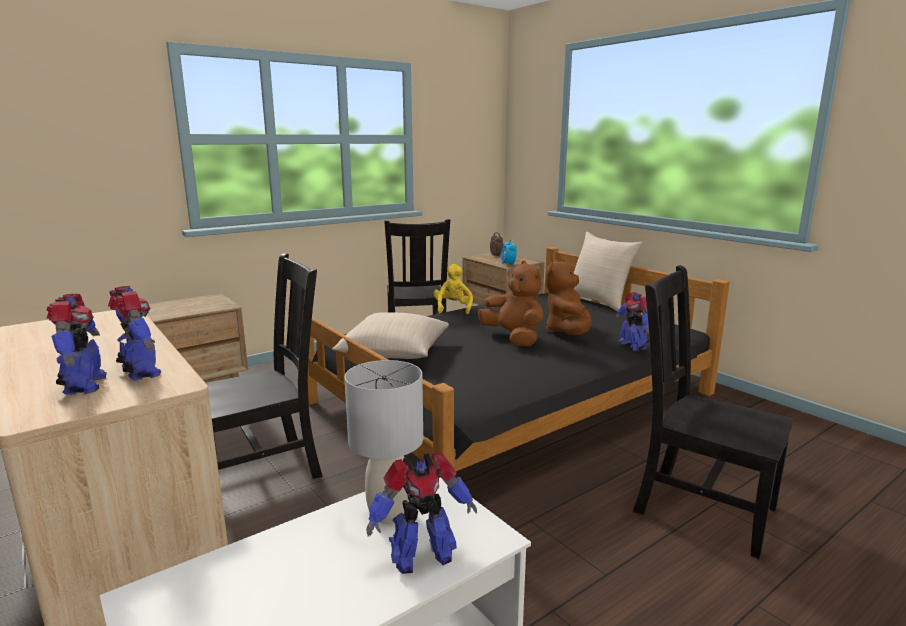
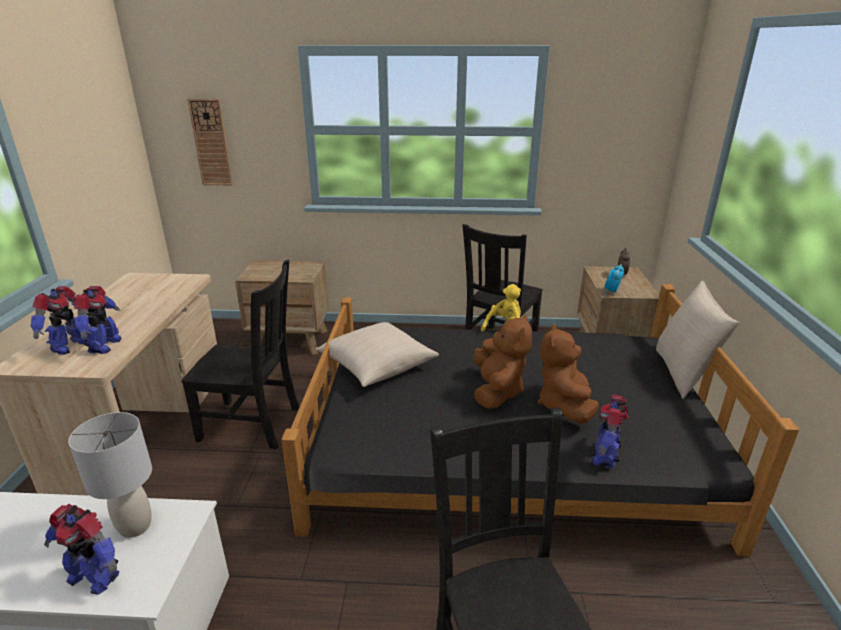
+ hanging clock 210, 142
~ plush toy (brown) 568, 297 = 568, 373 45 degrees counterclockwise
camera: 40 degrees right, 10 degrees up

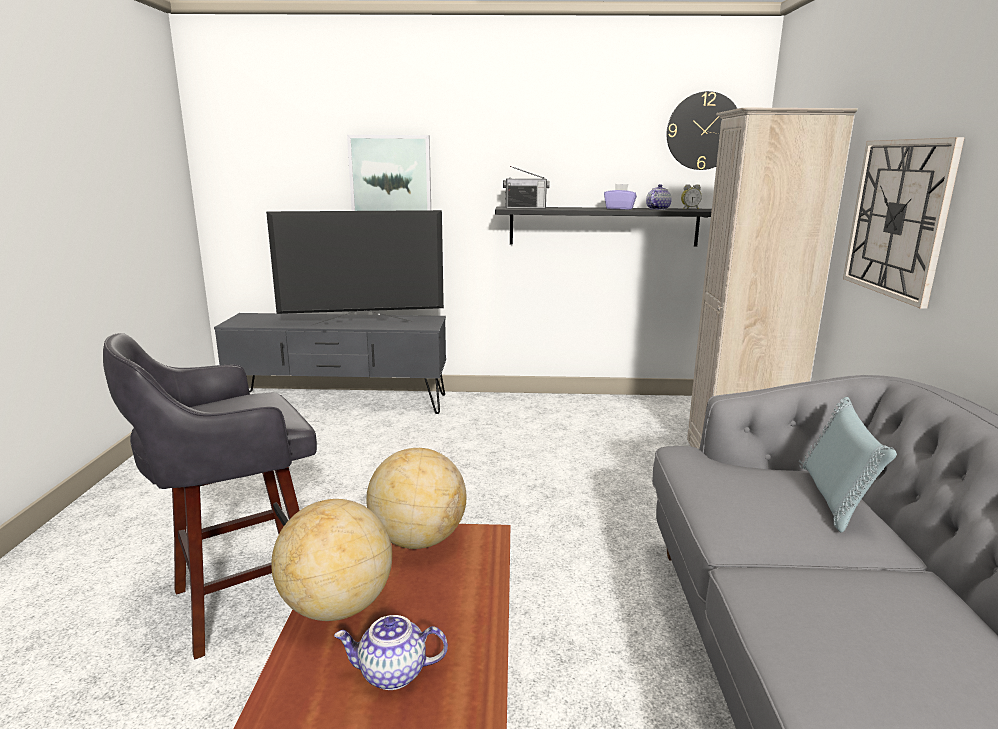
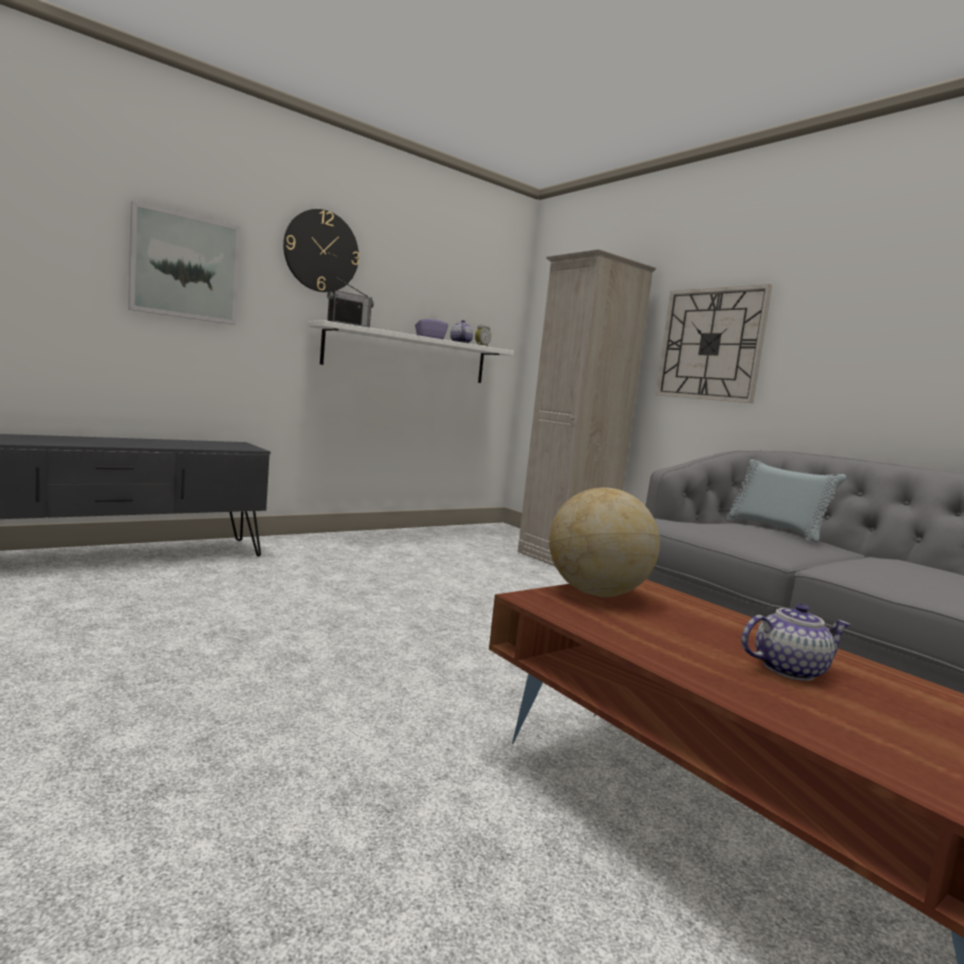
- stool seat (greyish) 210, 496
- TV 355, 267
- globe 331, 560
~ hanging clock 702, 130 to 321, 250
~ wall shelf (black) 603, 226 to wall shelf (white-coloured) 411, 351
~ tea pot 391, 652 = 796, 642 150 degrees counterclockwise
camera: 40 degrees left, 10 degrees down

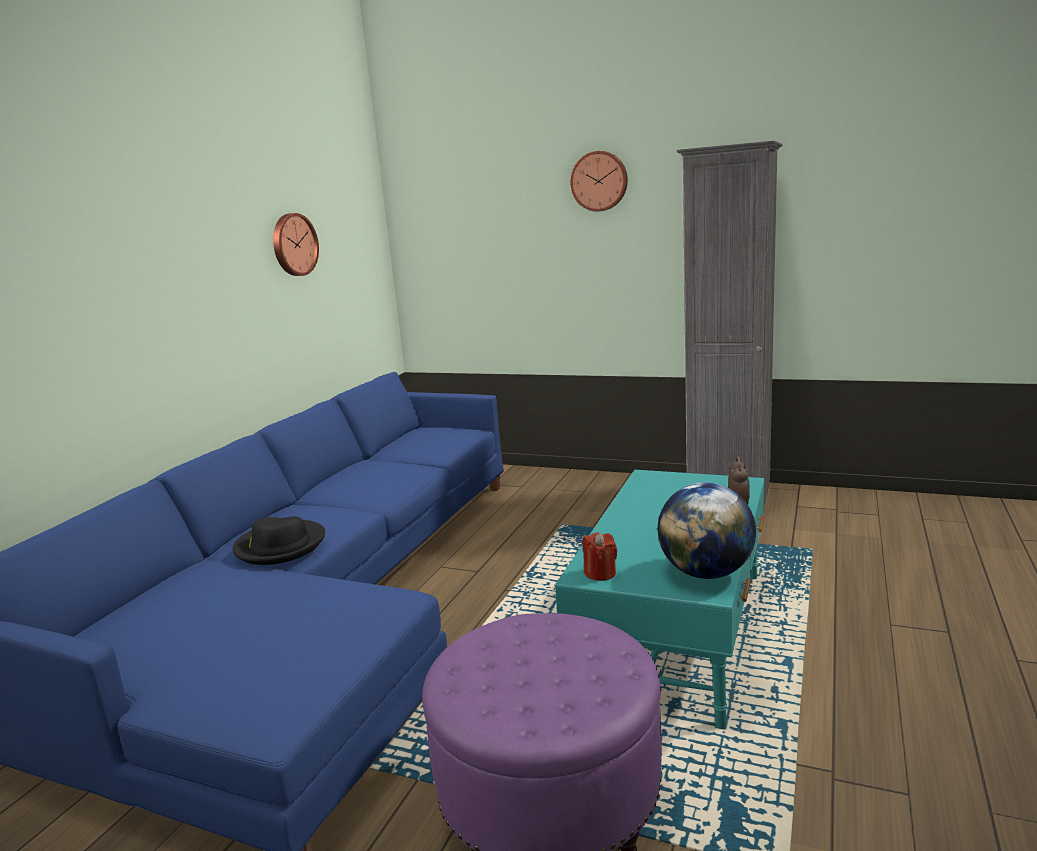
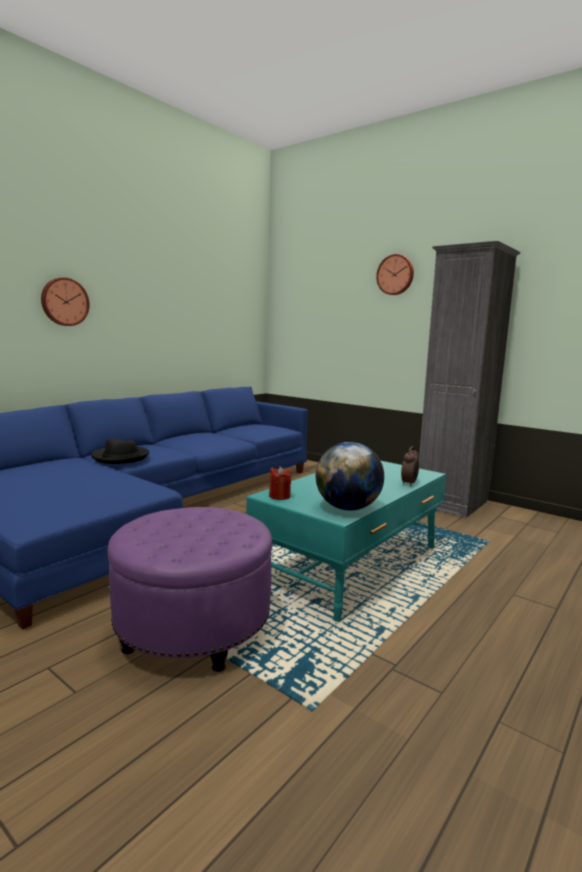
~ hanging clock 296, 244 to 65, 301
camera: 15 degrees right, 5 degrees down

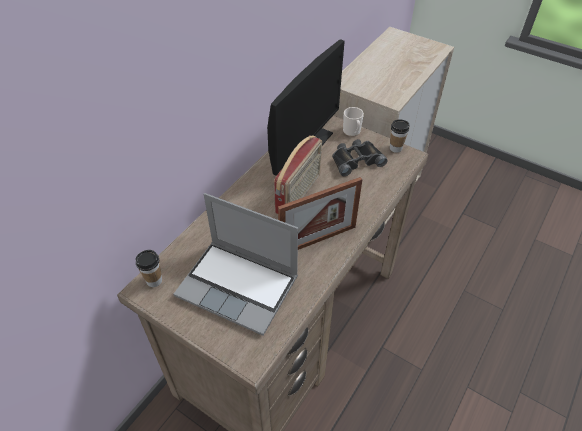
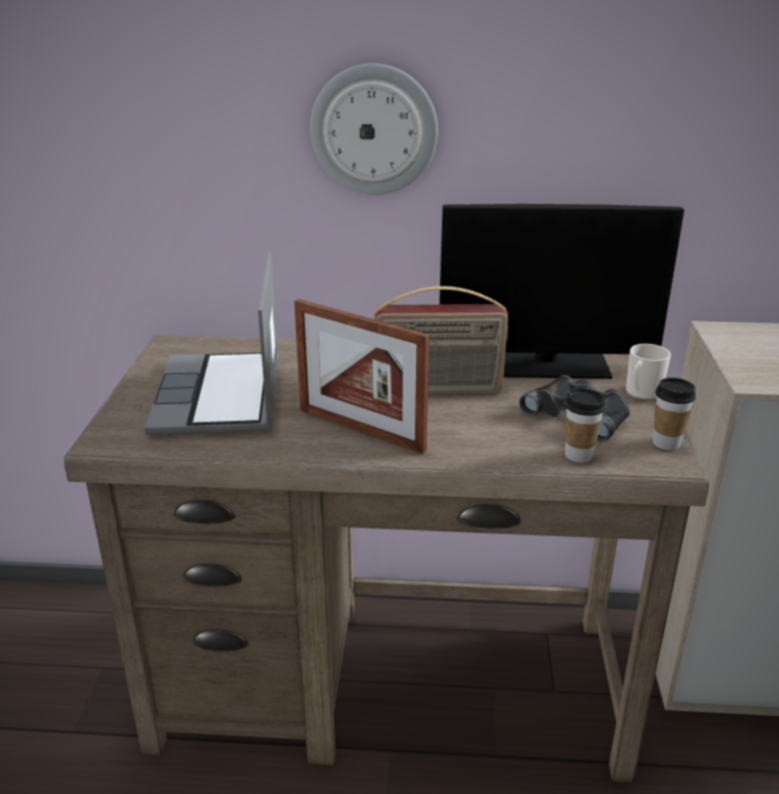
+ hanging clock 374, 129
~ cup 149, 268 to 585, 425
camera: 60 degrees right, 20 degrees down

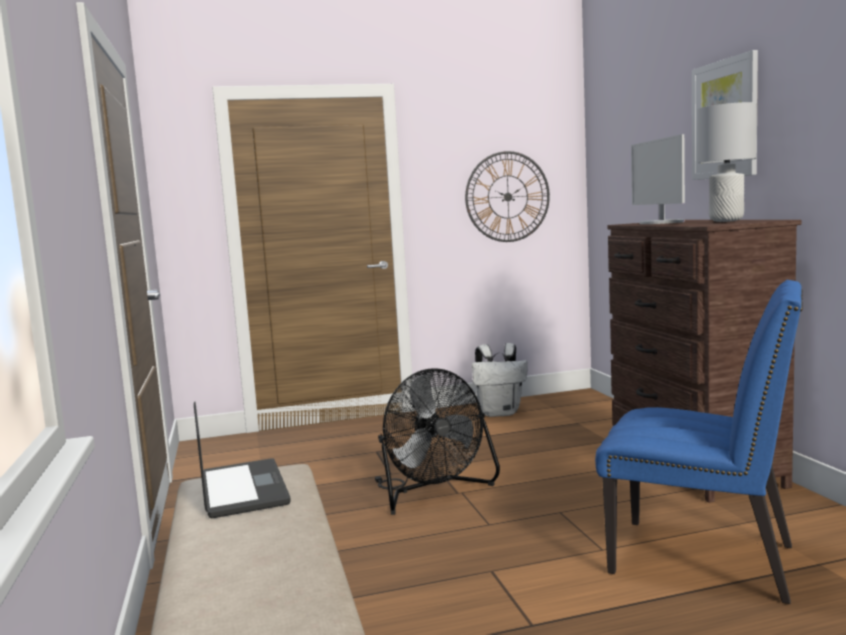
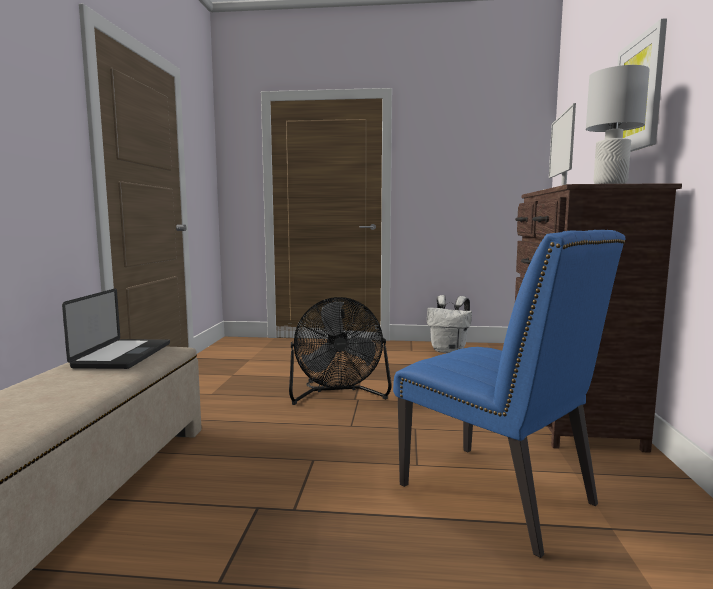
- hanging clock 507, 196
camera: 20 degrees right, 0 degrees up

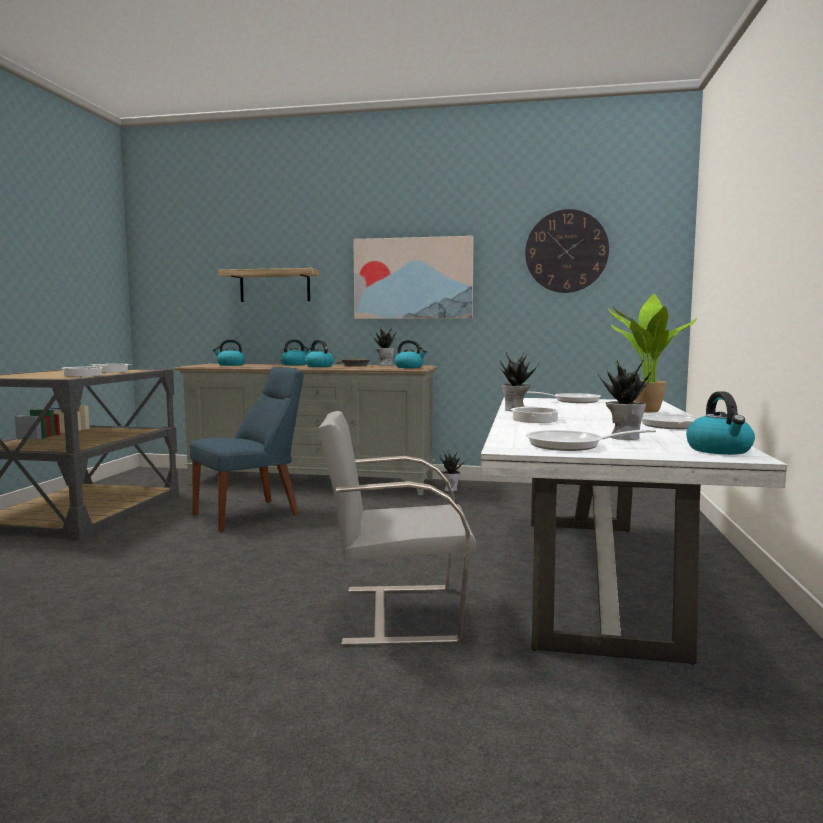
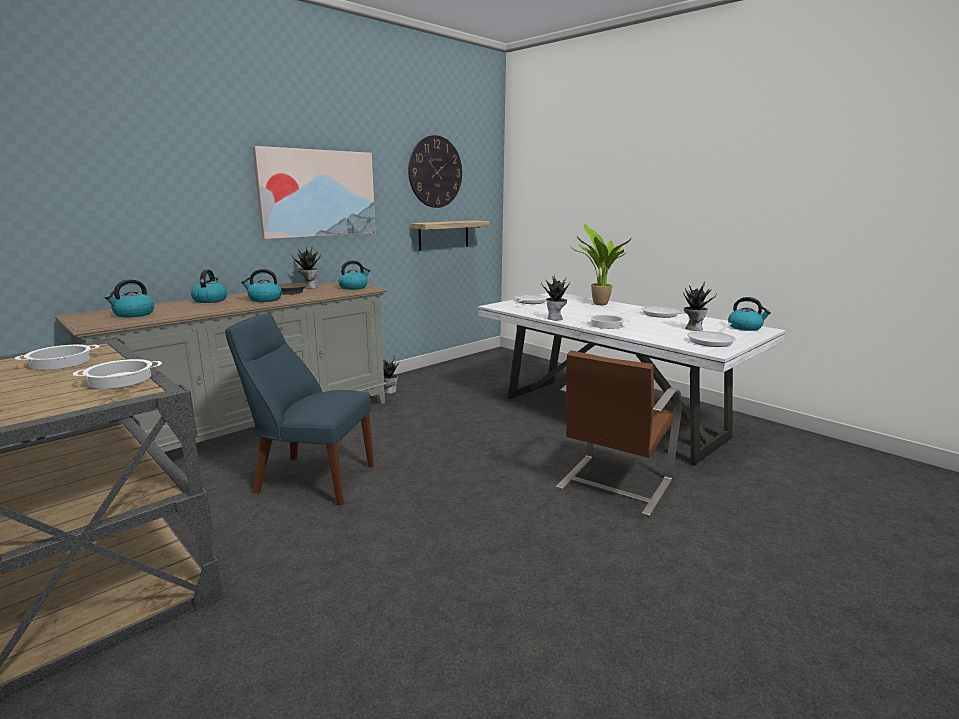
~ wall shelf 269, 285 to 450, 235
~ chair (greyish) 397, 528 to chair (brown) 619, 433
~ chair (blue) 246, 449 = 299, 409 75 degrees counterclockwise
camera: 55 degrees left, 10 degrees up

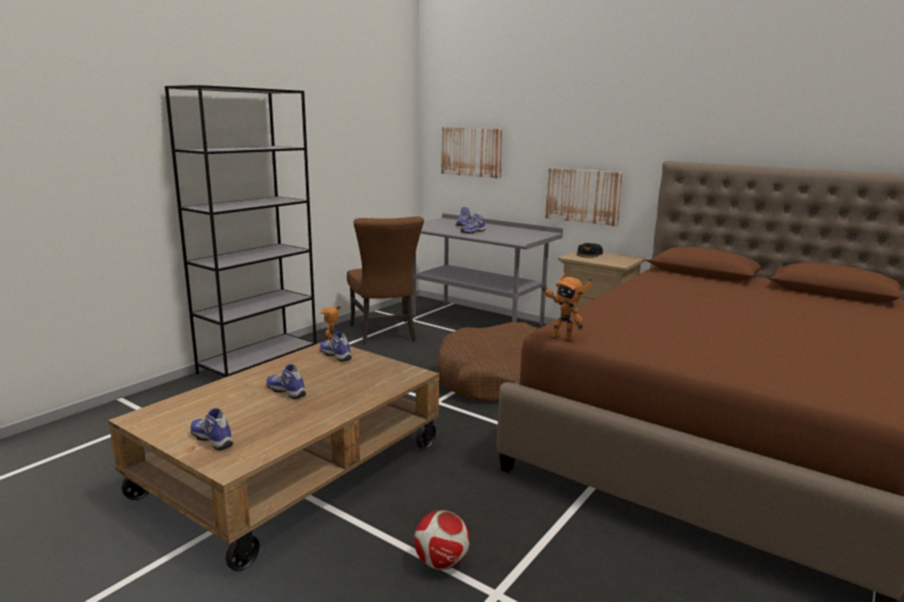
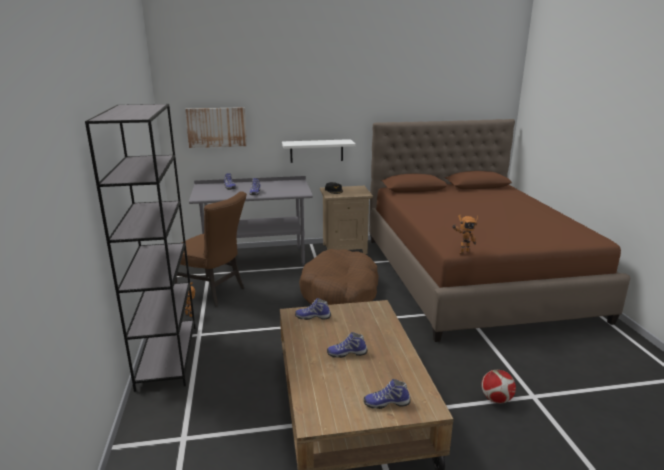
~ picture 584, 197 to wall shelf (white-coloured) 319, 151
camera: 45 degrees left, 5 degrees up

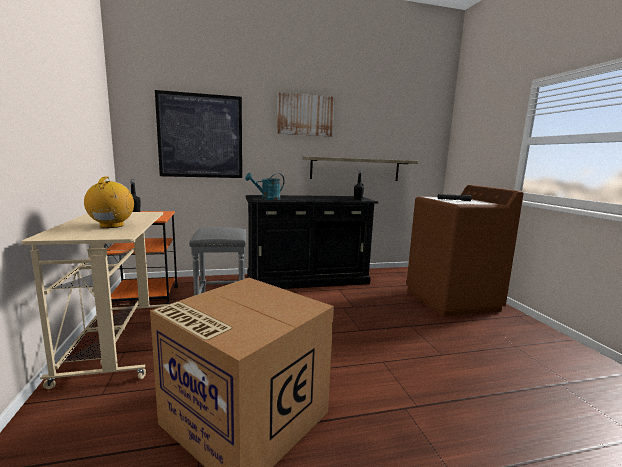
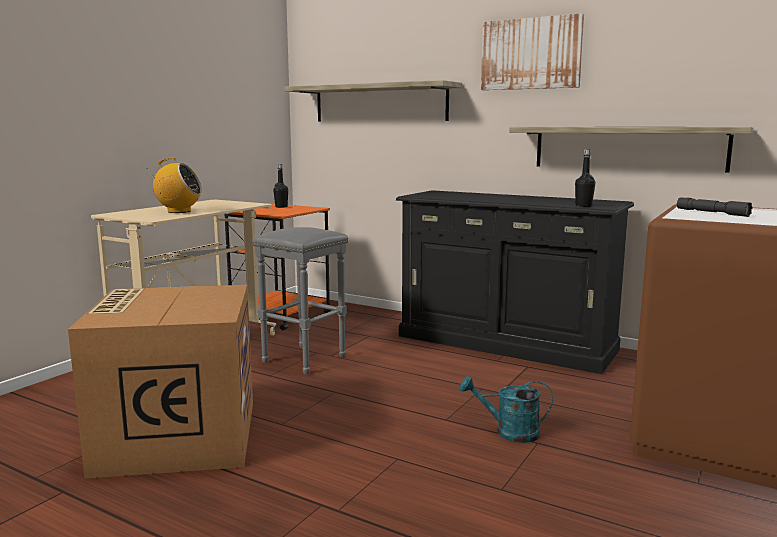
~ watering pot (turquoise-coloured) 265, 186 to 506, 409
~ picture 198, 134 to wall shelf 373, 101
~ radio 109, 202 = 175, 185 60 degrees clockwise
camera: 45 degrees right, 0 degrees up

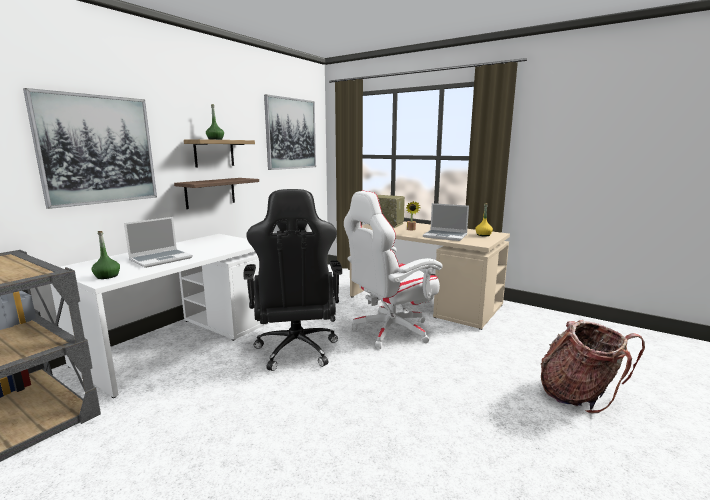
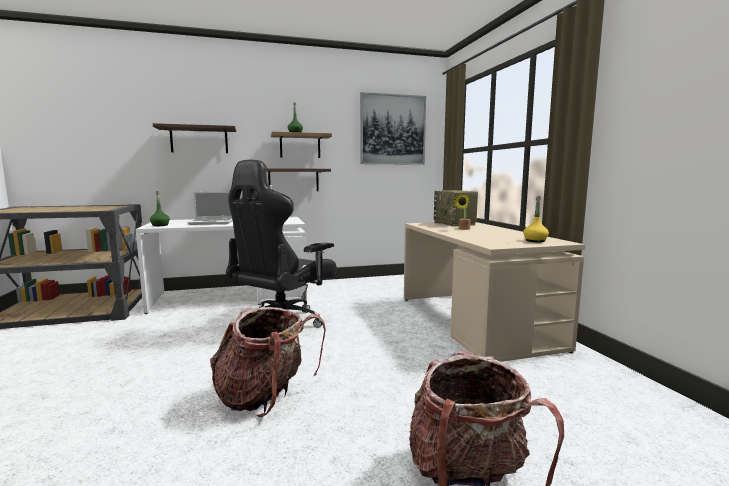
- office chair (white-coloured) 393, 270
- laptop 446, 222
+ rucksack 268, 362
~ picture 90, 148 to wall shelf 194, 138
camera: 40 degrees right, 5 degrees down

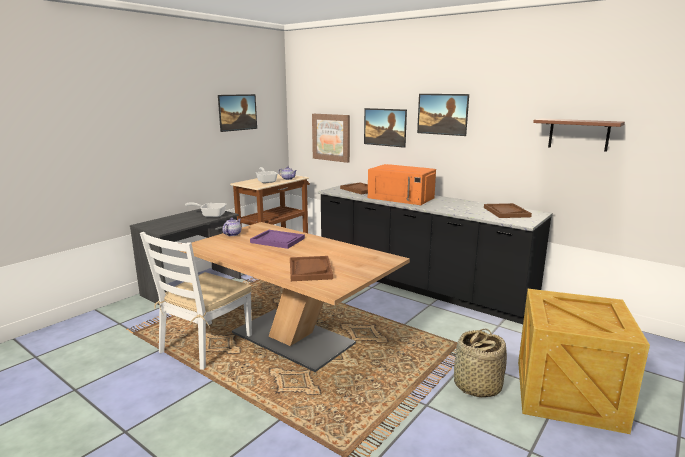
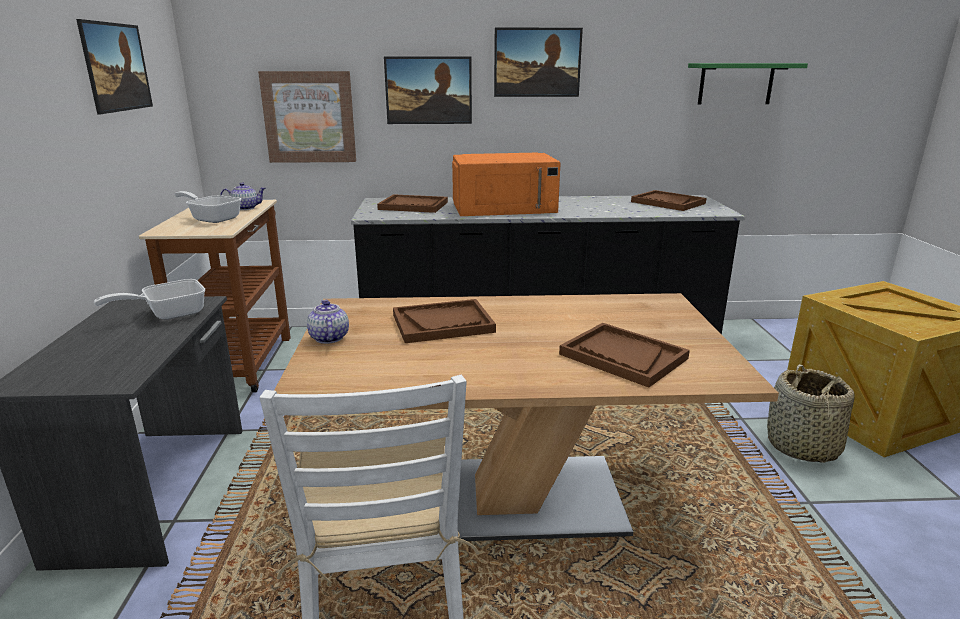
~ tray (purple) 277, 239 to tray (brown) 444, 321
~ wall shelf (brown) 579, 135 to wall shelf (greenish) 748, 84
camera: 40 degrees left, 5 degrees up

